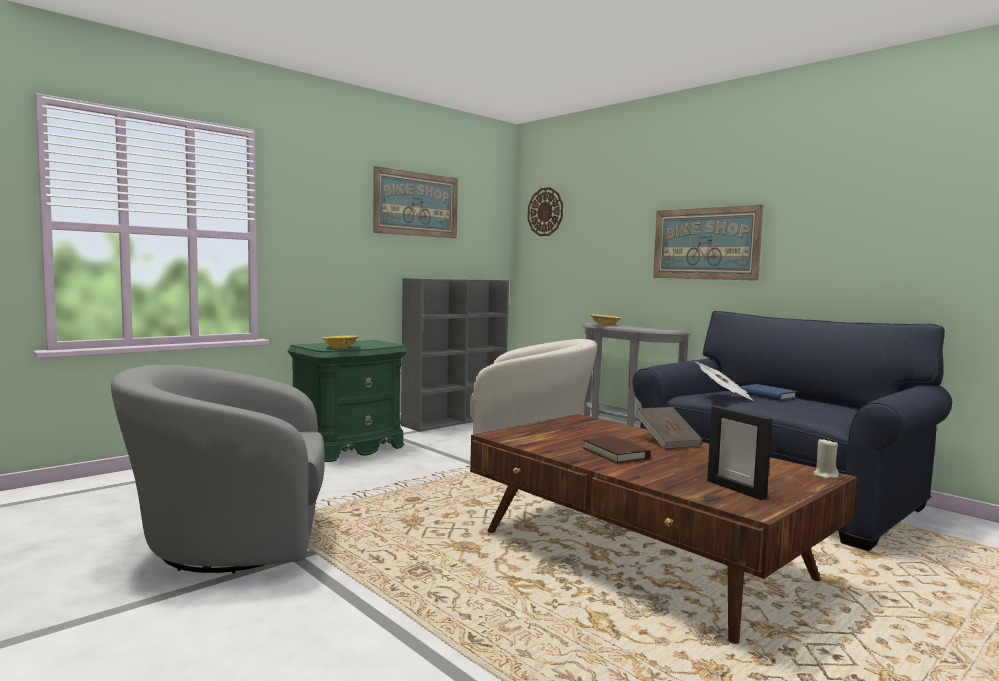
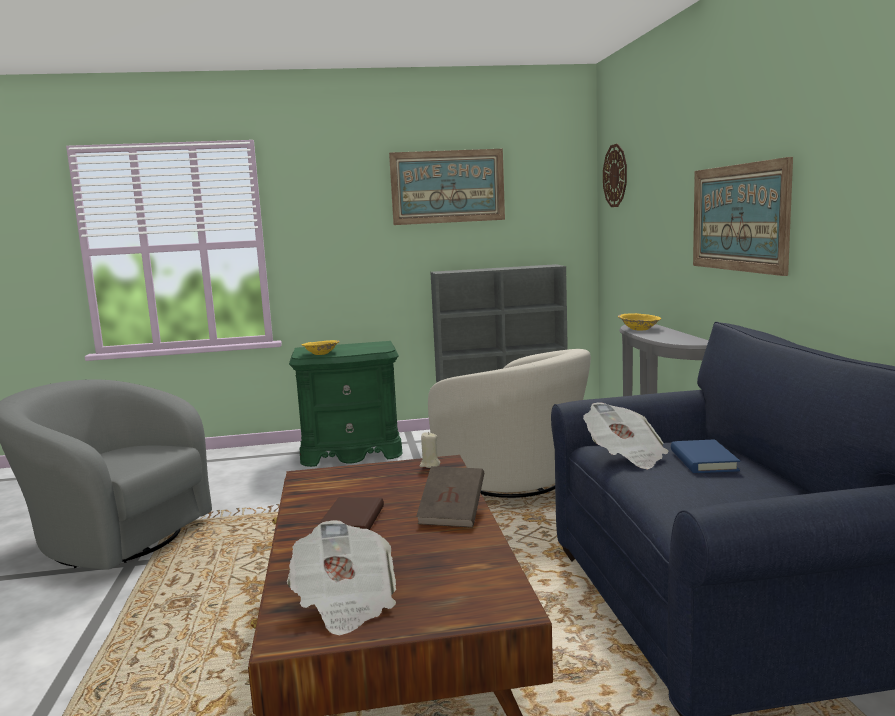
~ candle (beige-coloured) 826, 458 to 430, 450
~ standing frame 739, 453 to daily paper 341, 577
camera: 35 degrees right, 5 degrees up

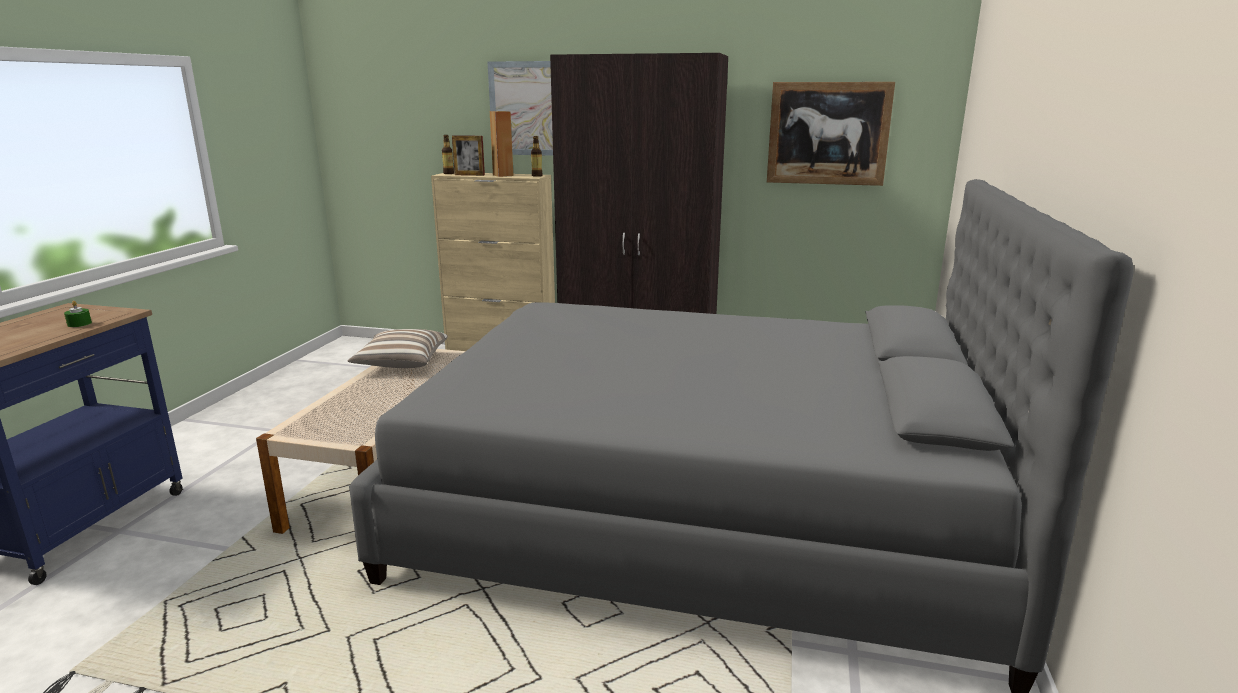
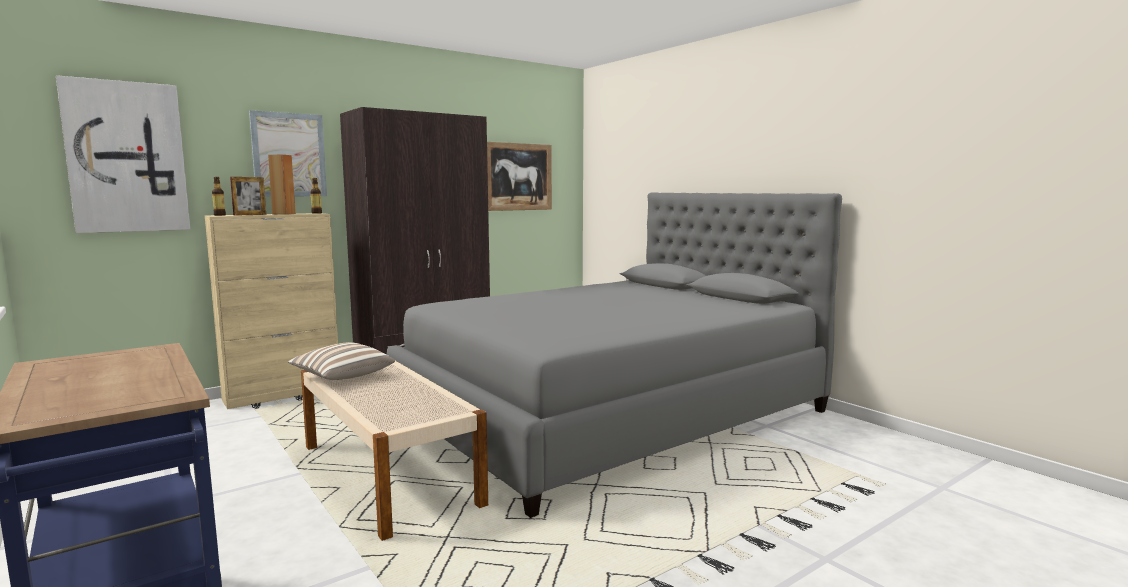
- candle (greenish) 78, 314
+ picture 123, 154
camera: 50 degrees left, 10 degrees down

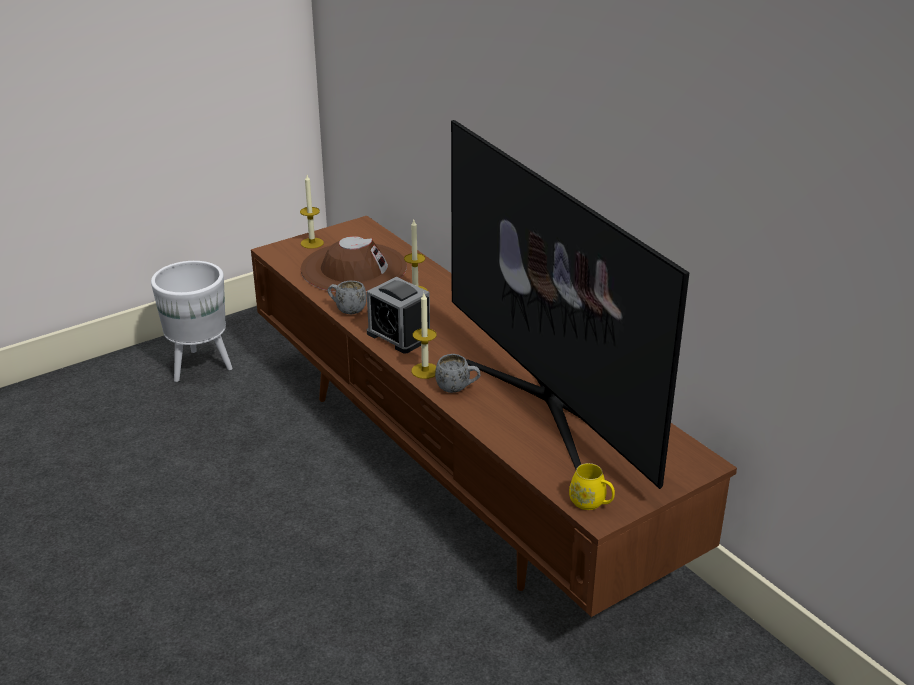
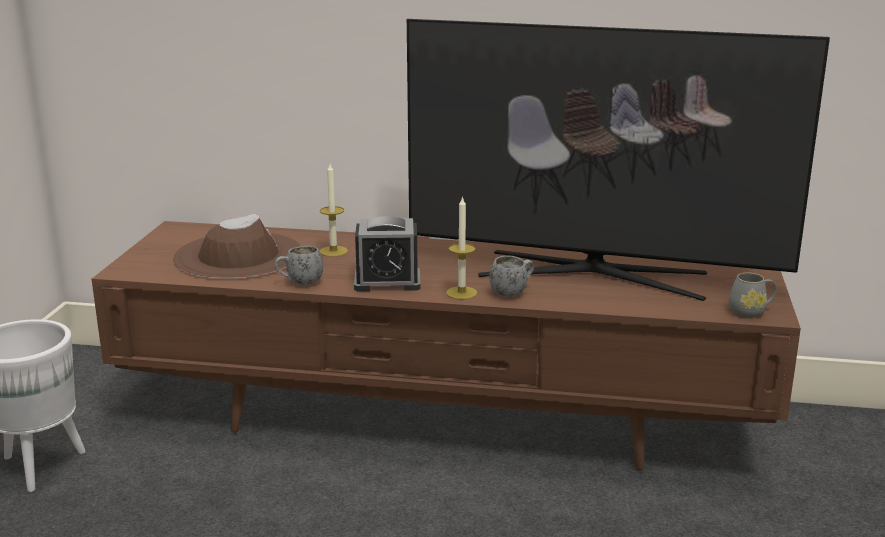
- candle 312, 212
~ coffee mug (yellowish) 592, 486 to coffee mug (greyish) 752, 295
camera: 45 degrees left, 10 degrees down

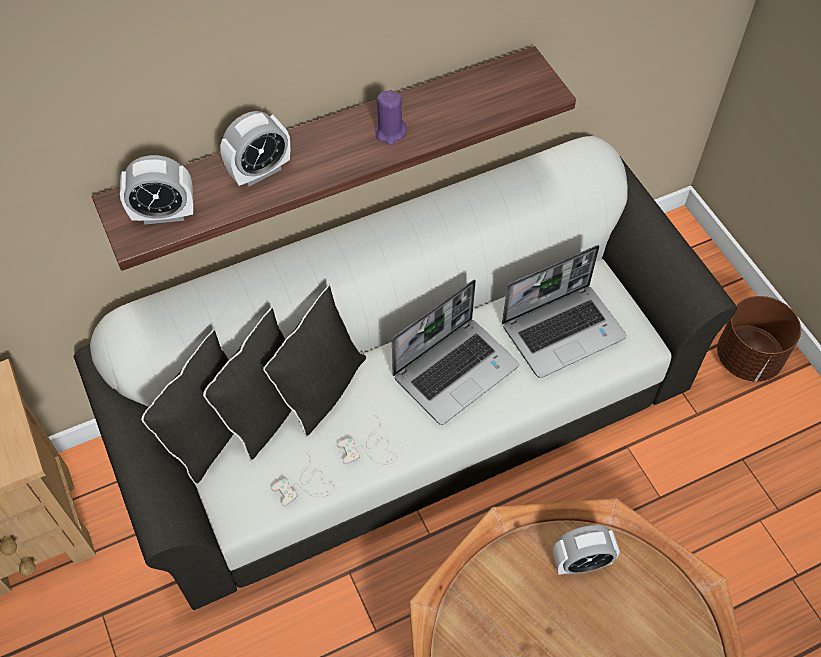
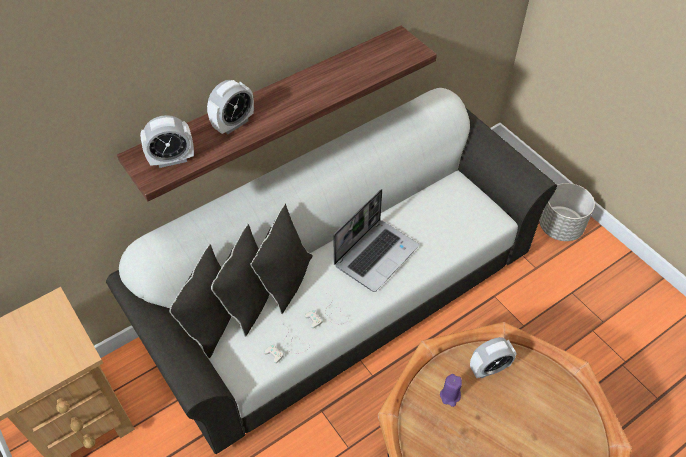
- laptop 564, 311
~ candle (purple) 390, 117 to 451, 390
~ plant pot (brown) 759, 339 to plant pot (greyish) 567, 212
camera: 10 degrees left, 5 degrees down

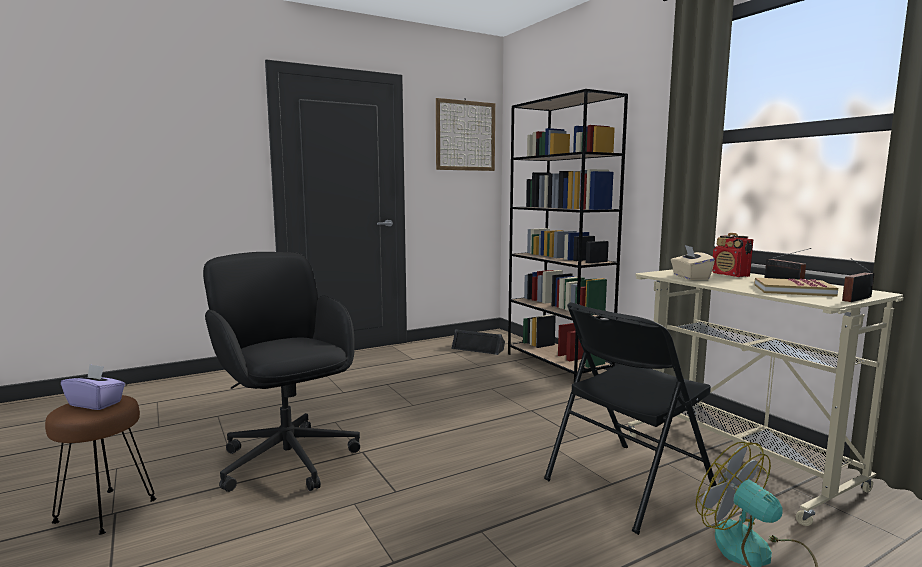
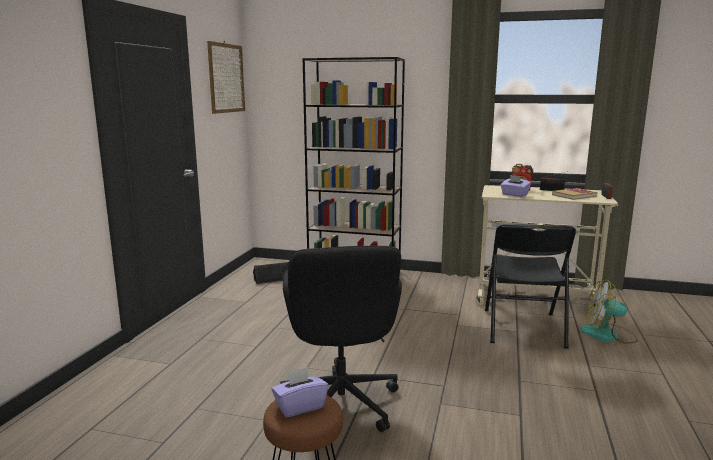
~ tissue box (beige-coloured) 693, 262 to tissue box (purple) 515, 186
~ office chair (black) 281, 372 = 341, 339 105 degrees counterclockwise
camera: 45 degrees left, 5 degrees up

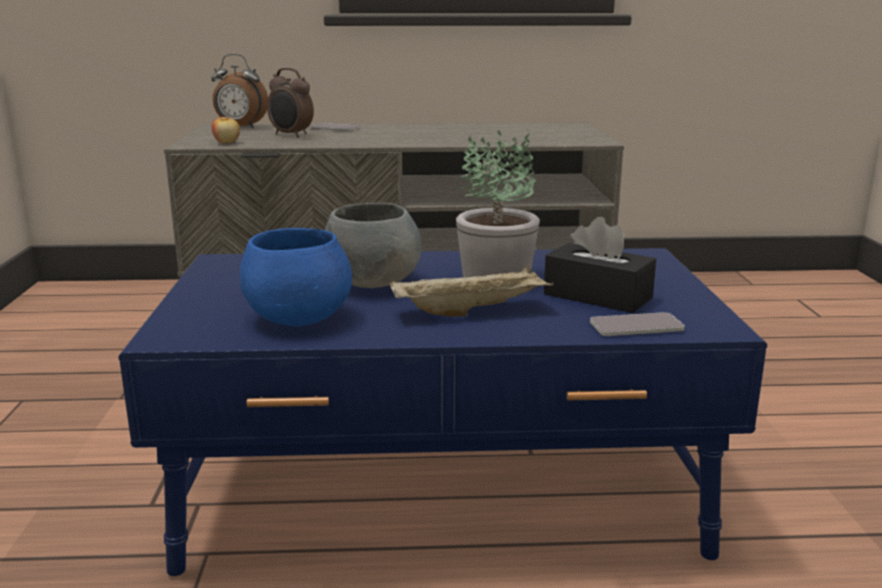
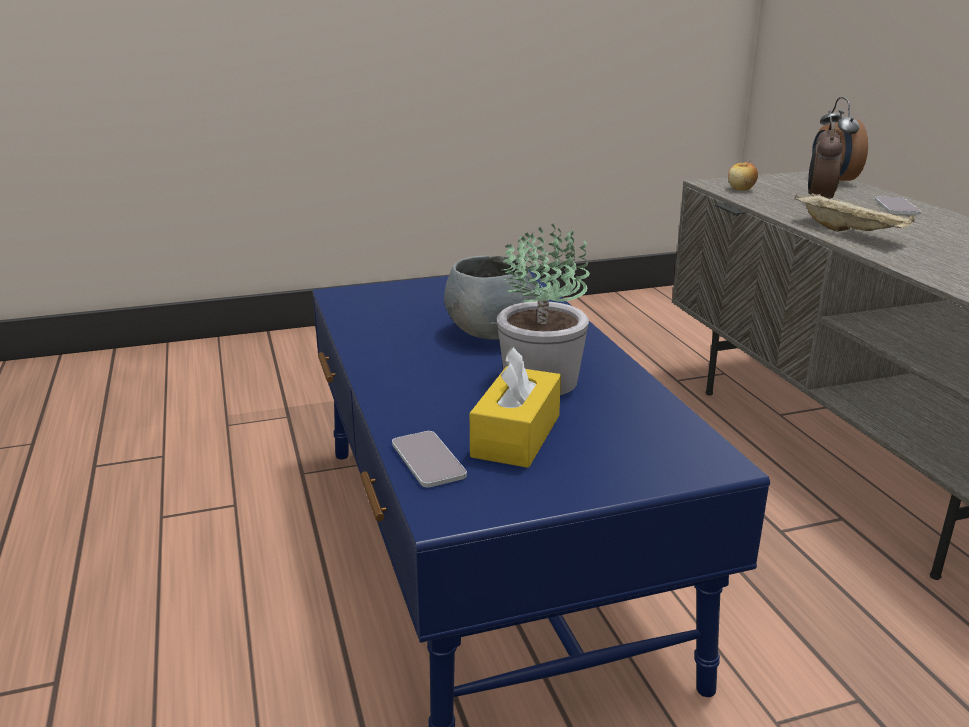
- bowl (blue) 296, 277
~ tray (beige-coloured) 471, 291 to 854, 212
~ tissue box (black) 600, 265 to tissue box (yellowish) 515, 407
camera: 75 degrees right, 5 degrees up

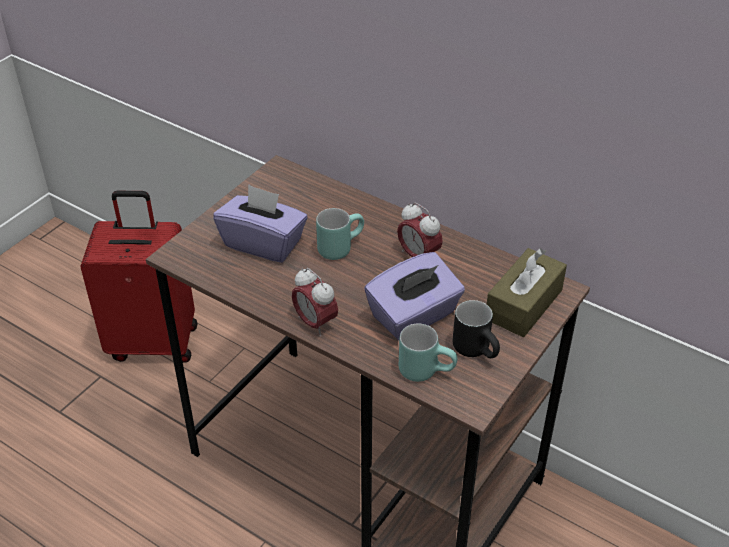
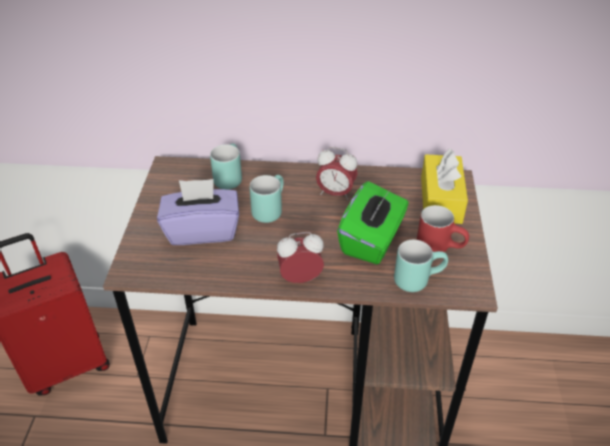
+ coffee mug (turquoise-coloured) 226, 166
~ tissue box (purple) 414, 296 to tissue box (greenish) 373, 222
~ coffee mug (black) 476, 329 to coffee mug (red-coloured) 443, 228
~ tissue box (brown) 527, 292 to tissue box (yellowish) 444, 186
~ bedside clock 315, 302 = 300, 257 150 degrees clockwise
camera: 30 degrees left, 0 degrees up

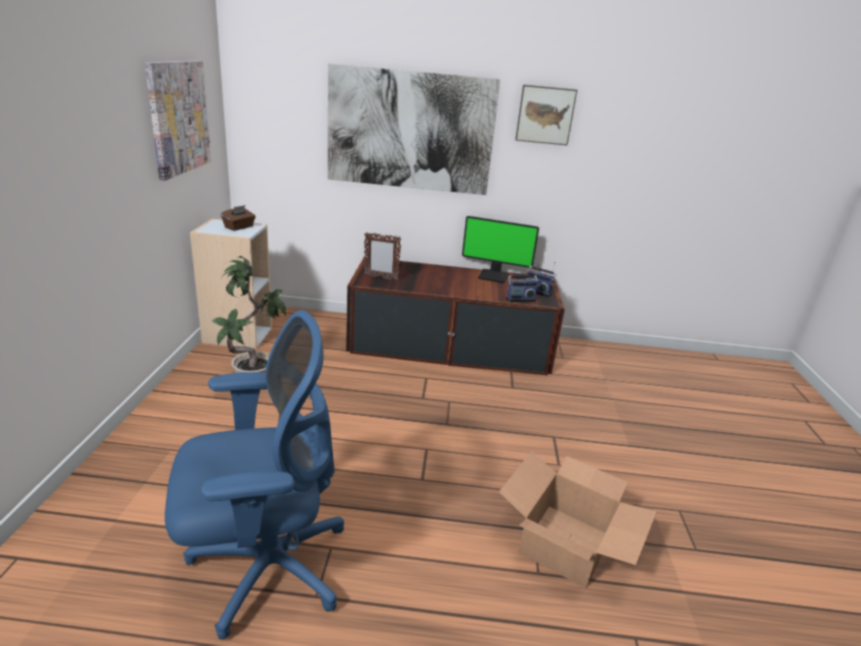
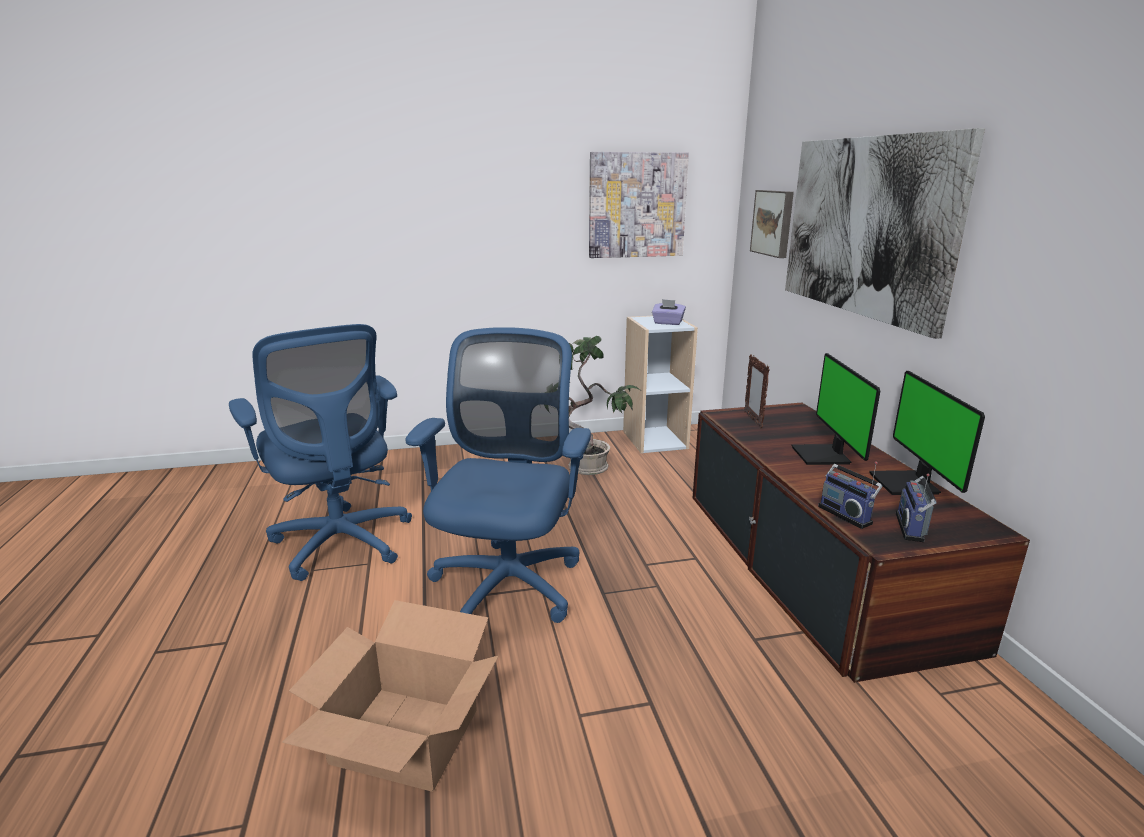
+ office chair (blue) 498, 475
+ computer display 835, 409
~ picture 546, 115 to 772, 224
~ tissue box (brown) 238, 218 to tissue box (purple) 669, 312
camera: 75 degrees right, 5 degrees down

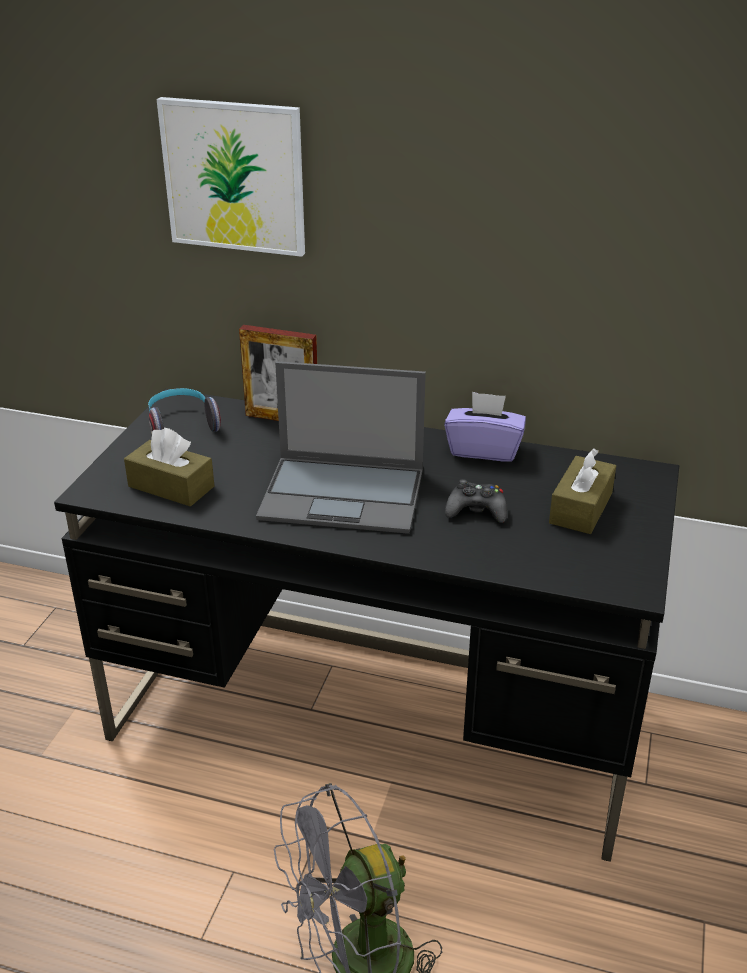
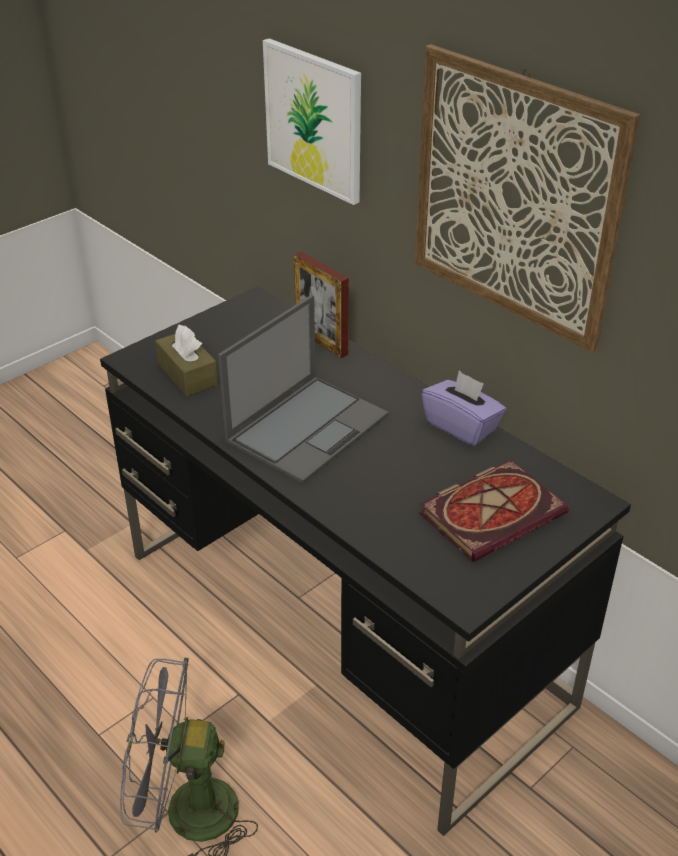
- headset 184, 410
- gamepad (black) 476, 501
+ picture 527, 198
~ tissue box (brown) 582, 491 to bound book 494, 511
~ laptop 341, 447 = 303, 389 90 degrees counterclockwise
camera: 30 degrees right, 5 degrees up

